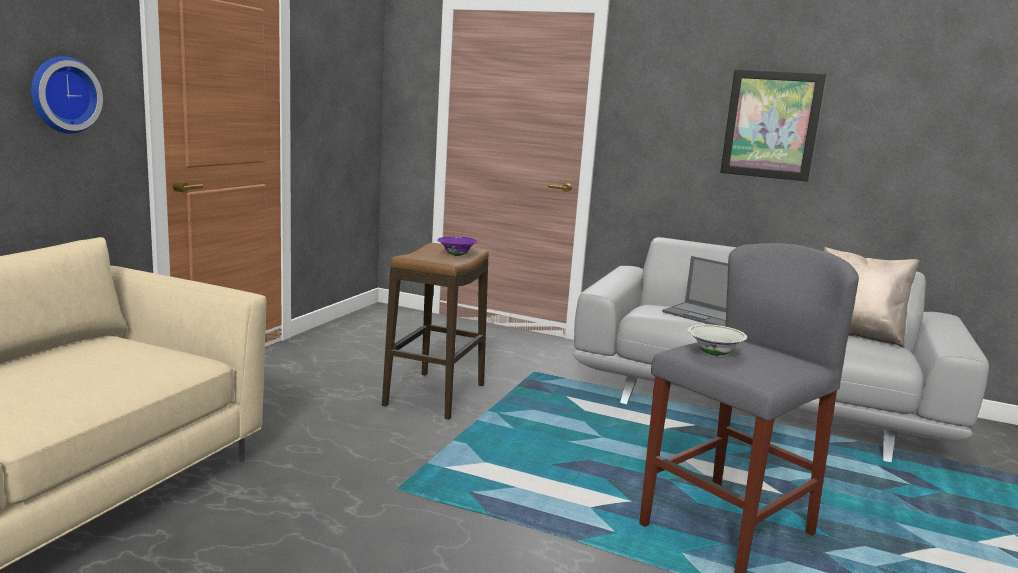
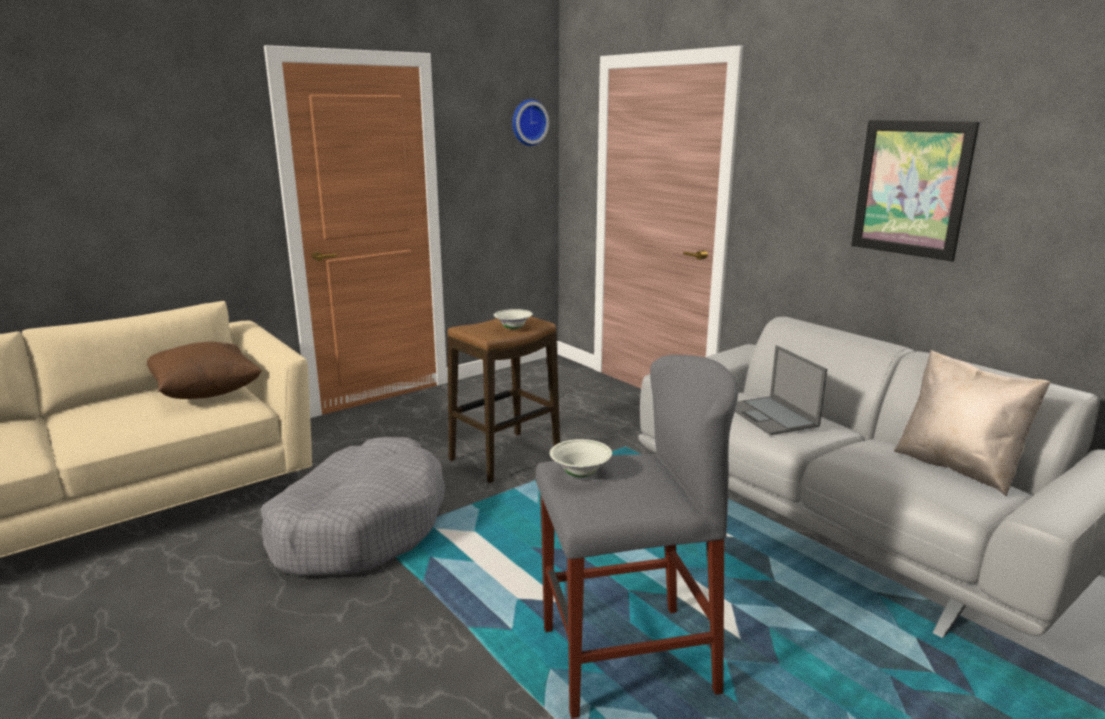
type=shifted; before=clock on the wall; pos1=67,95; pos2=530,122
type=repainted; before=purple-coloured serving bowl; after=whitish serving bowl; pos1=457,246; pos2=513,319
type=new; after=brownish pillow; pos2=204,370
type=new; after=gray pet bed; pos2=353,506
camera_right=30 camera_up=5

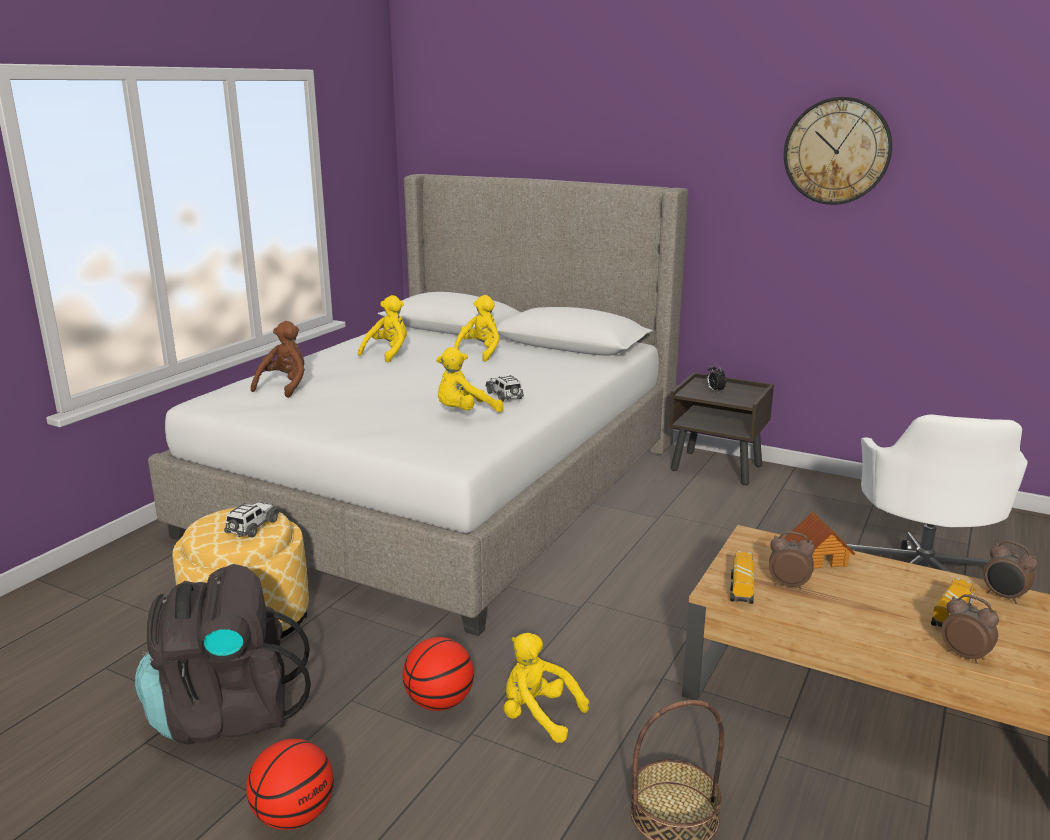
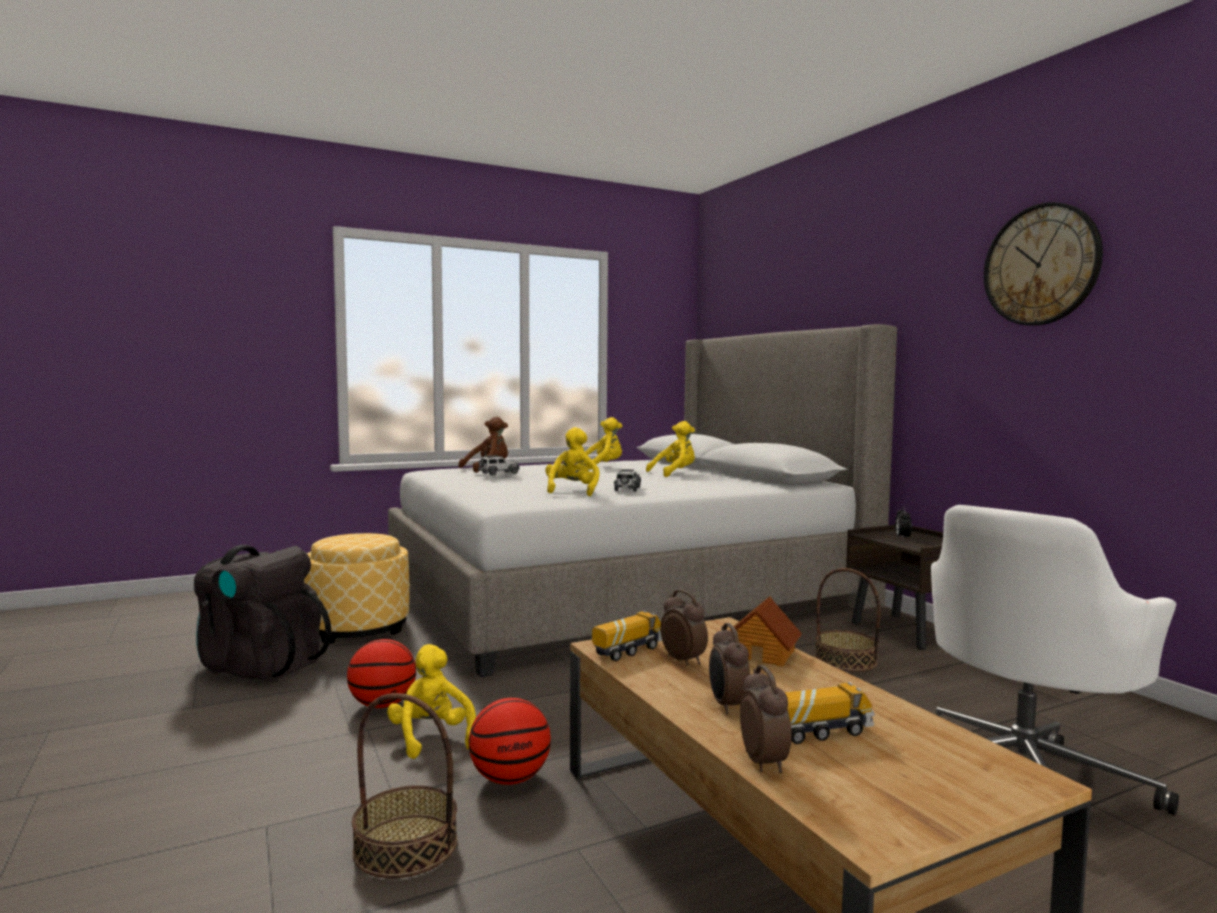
type=rotated; before=yellow-coloured plush toy; pos1=470,379; pos2=572,461; turn=90
type=shifted; before=toy car; pos1=251,519; pos2=499,465
type=shifted; before=alarm clock; pos1=1010,572; pos2=729,668
type=shifted; before=ball for basketball; pos1=290,784; pos2=510,741
type=new; after=household basket; pos2=848,620
camera_right=35 camera_up=-15

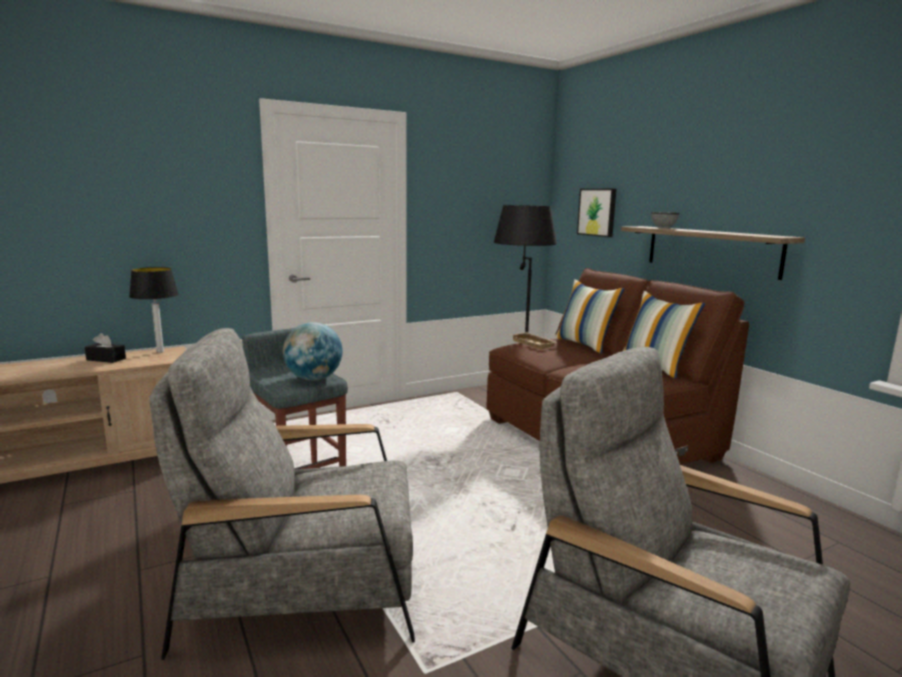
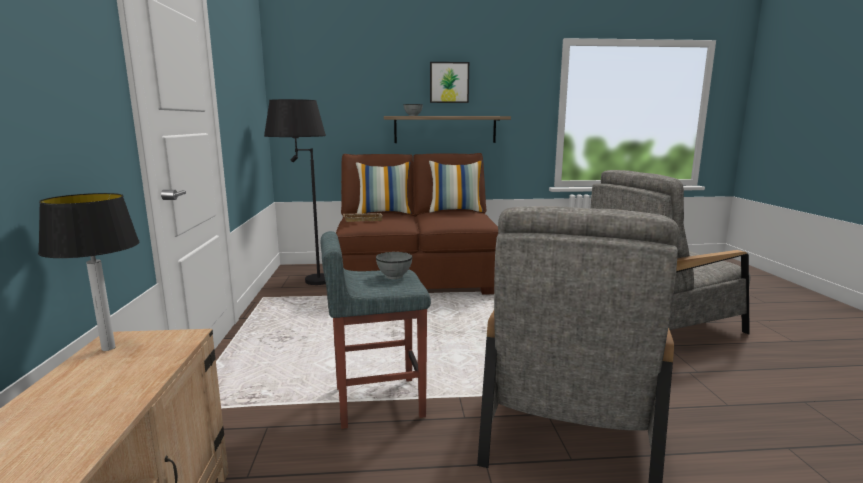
type=shifted; before=picture; pos1=596,213; pos2=449,82
type=swapped; before=globe; after=gray serving bowl; pos1=313,351; pos2=394,265
type=gone; before=blackish tissue box; pos1=105,348
camera_right=-65 camera_up=0

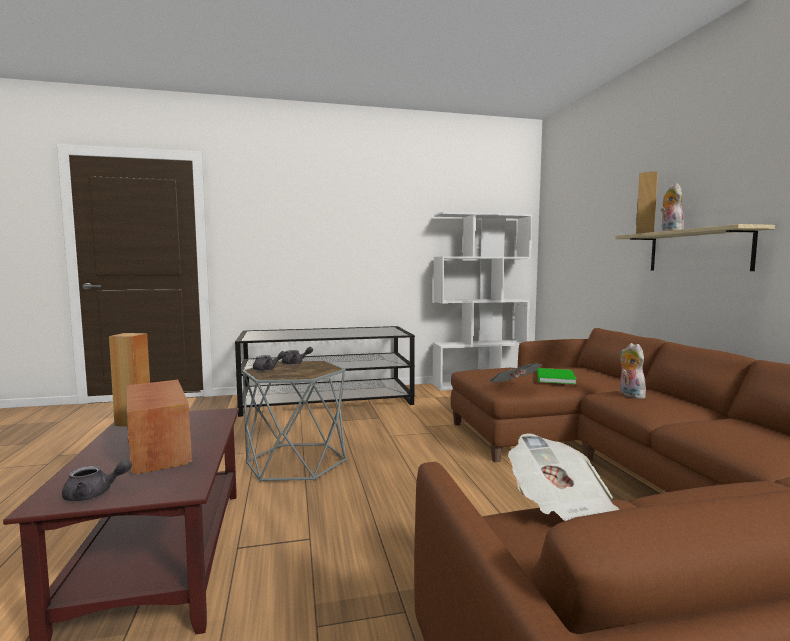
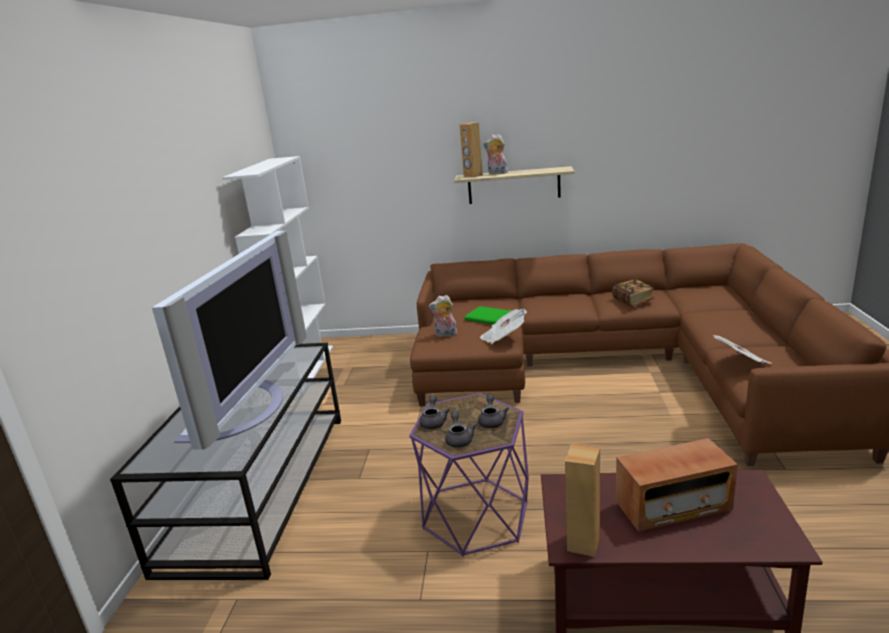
type=shifted; before=plush toy; pos1=632,371; pos2=443,316
type=repainted; before=gray side table; after=purple-coloured side table; pos1=294,421; pos2=469,475
type=shifted; before=gray teapot; pos1=97,480; pos2=493,411
type=new; after=television; pos2=229,340
type=new; after=book; pos2=633,293
camera_right=-70 camera_up=15

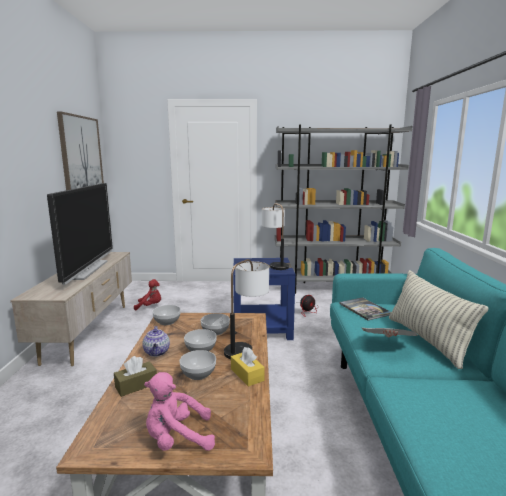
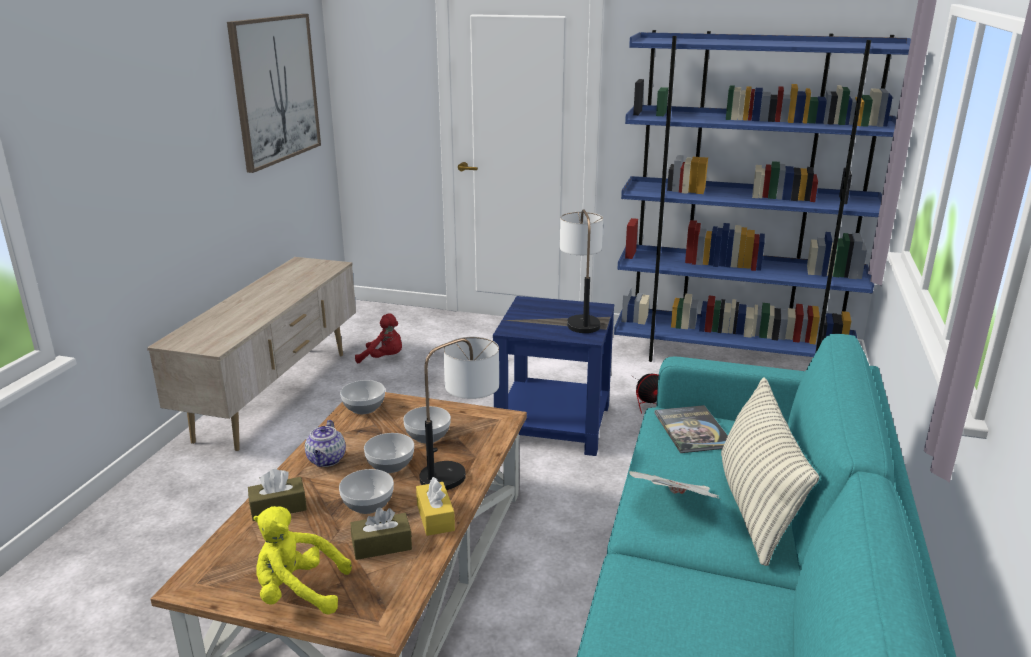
type=repainted; before=gray shelving unit; after=blue-coloured shelving unit; pos1=343,209; pos2=762,196
type=gone; before=television; pos1=80,234
type=repainted; before=pink plush toy; after=yellow-coloured plush toy; pos1=179,411; pos2=302,560
type=new; after=brownish tissue box; pos2=381,533
camera_right=15 camera_up=10

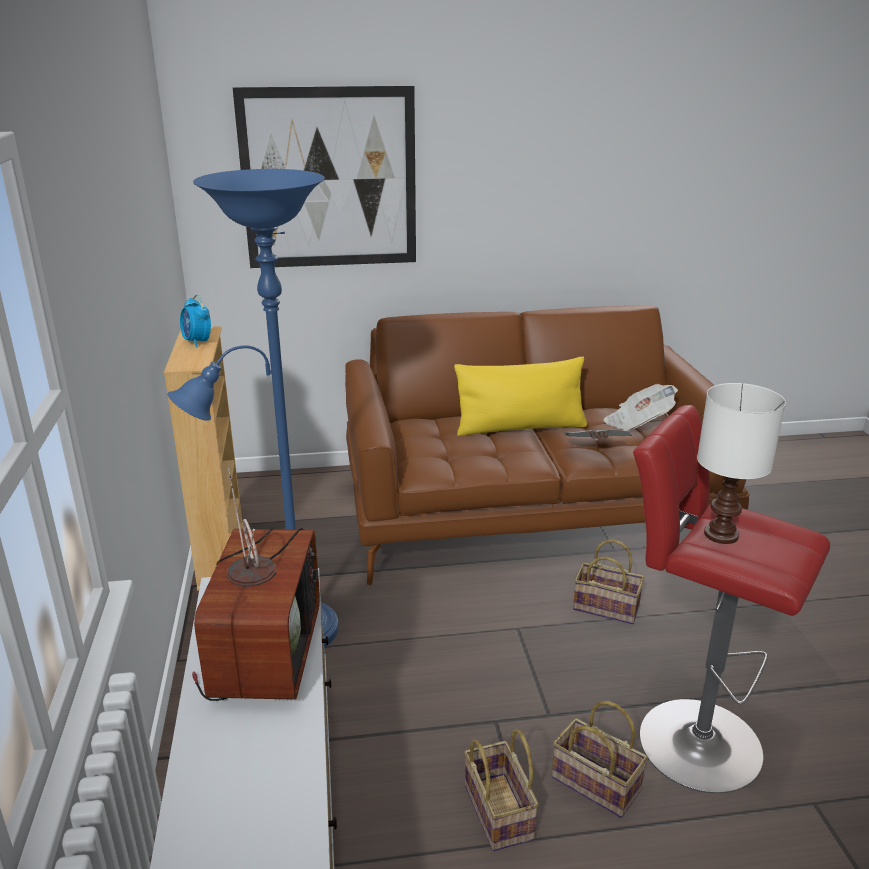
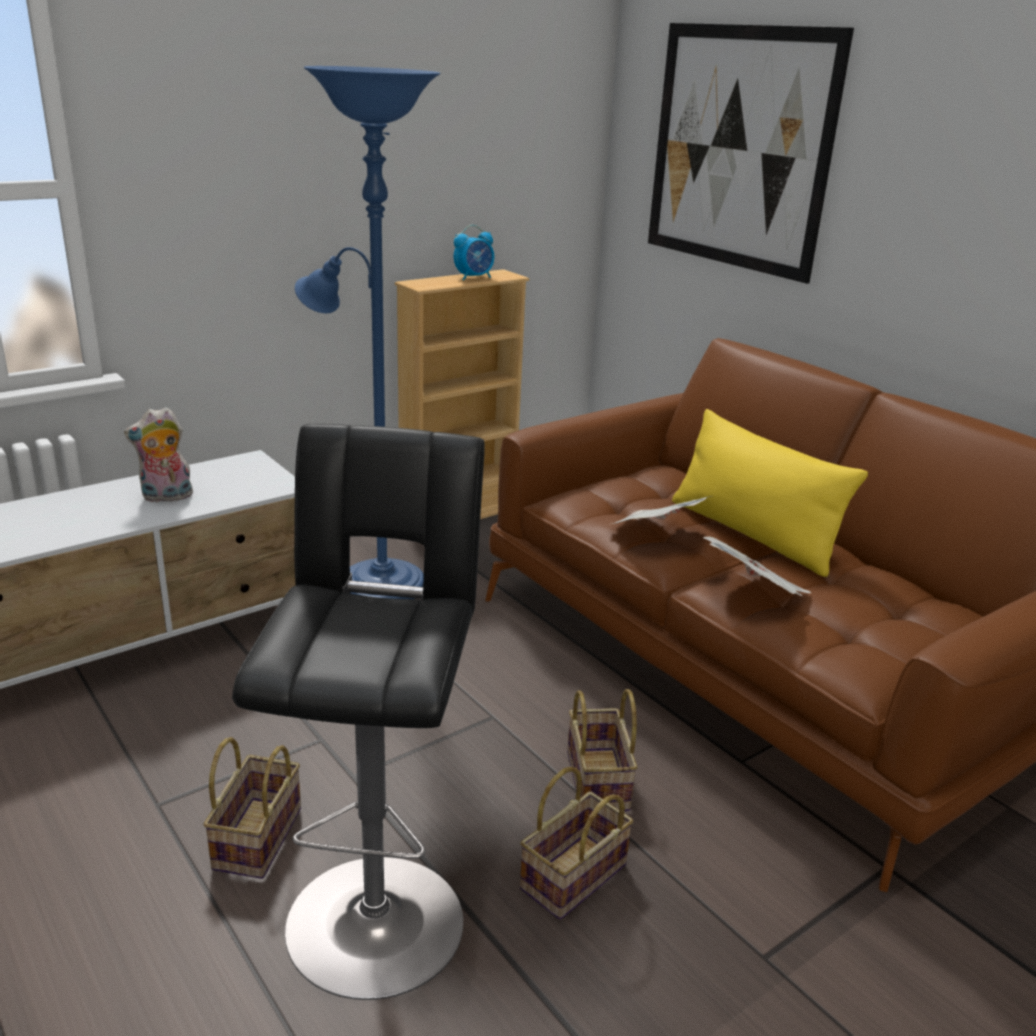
type=rotated; before=alarm clock; pos1=195,321; pos2=474,252; turn=-150
type=gone; before=whitish lamp for a table; pos1=741,463
type=shifted; before=daily paper; pos1=641,407; pos2=659,510
type=repainted; before=reddish stool seat; after=blackish stool seat; pos1=731,599; pos2=358,712
type=swapped; before=television; after=plush toy; pos1=256,584; pos2=158,455
type=shifted; before=household basket; pos1=501,790; pos2=576,843
camera_right=60 camera_up=0

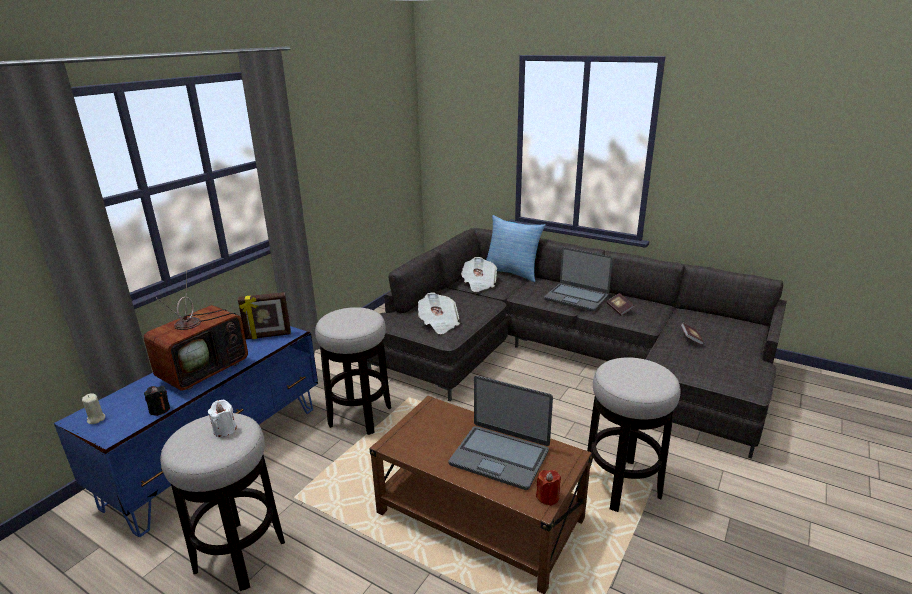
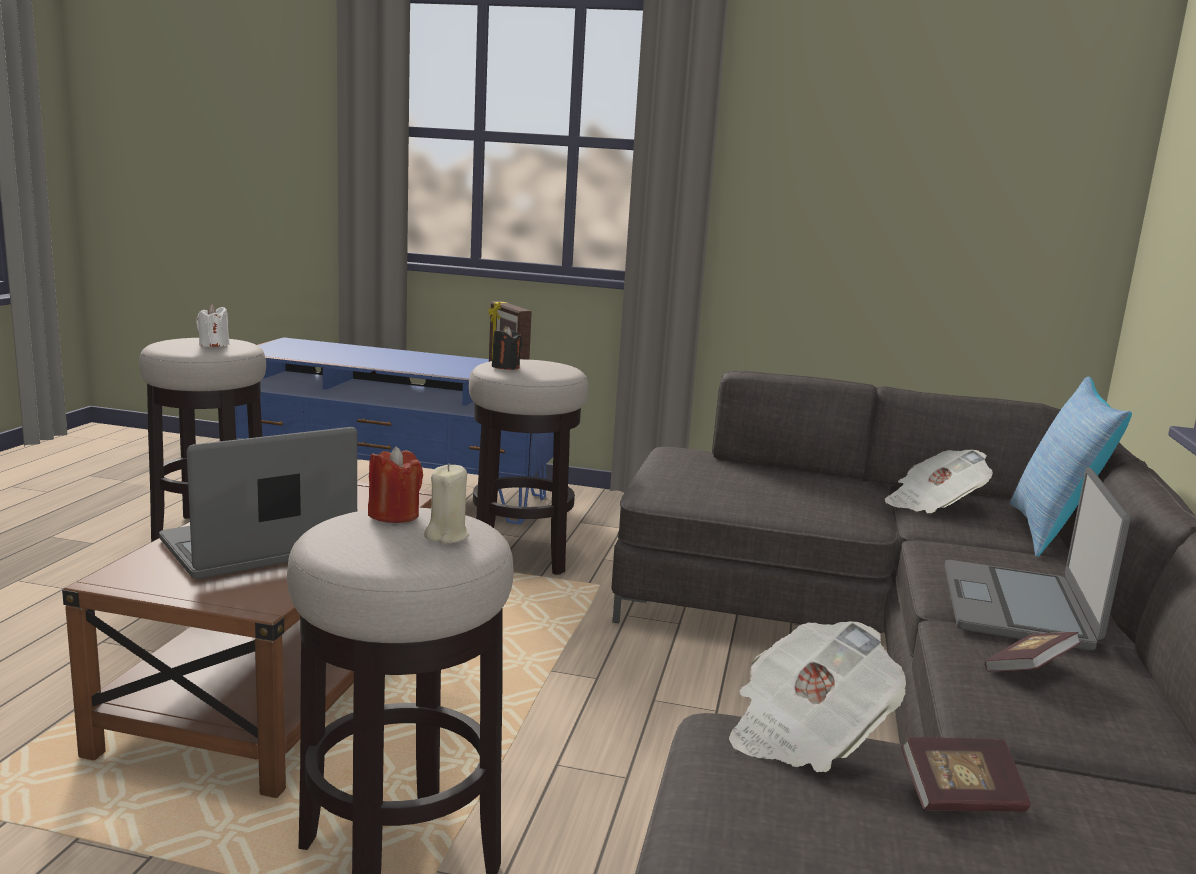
type=gone; before=television; pos1=196,331
type=shifted; before=daily paper; pos1=439,313; pos2=817,696
type=rotated; before=laptop; pos1=501,432; pos2=258,503; turn=45
type=shifted; before=blackish candle; pos1=157,401; pos2=507,348
type=shifted; before=sand-coloured candle; pos1=93,408; pos2=446,504
type=shifted; before=reddish candle; pos1=548,488; pos2=395,485
camera_right=70 camera_up=-10

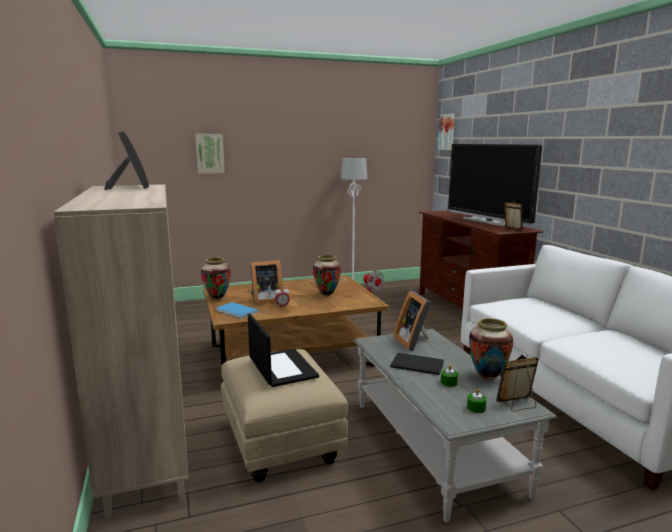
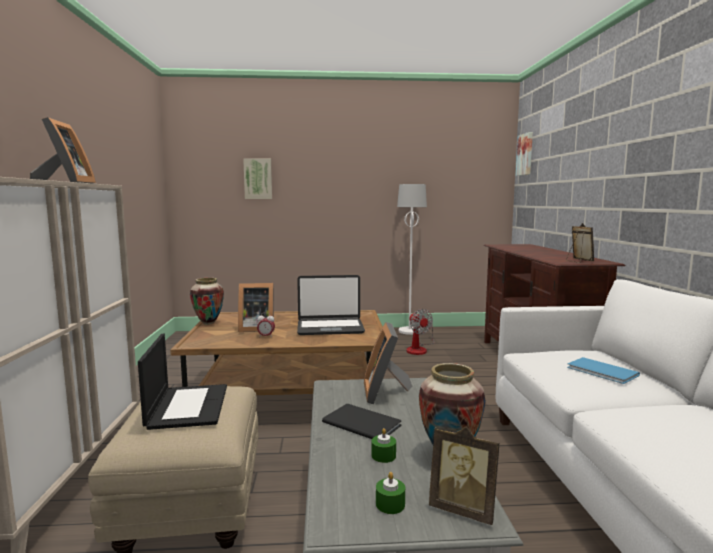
type=gone; before=television; pos1=495,185
type=swapped; before=decorative vase; after=laptop; pos1=327,275; pos2=331,305
type=shifted; before=blue-coloured book; pos1=237,310; pos2=603,370
type=rotated; before=picture frame; pos1=517,383; pos2=464,476; turn=-150
camera_right=15 camera_up=-5

